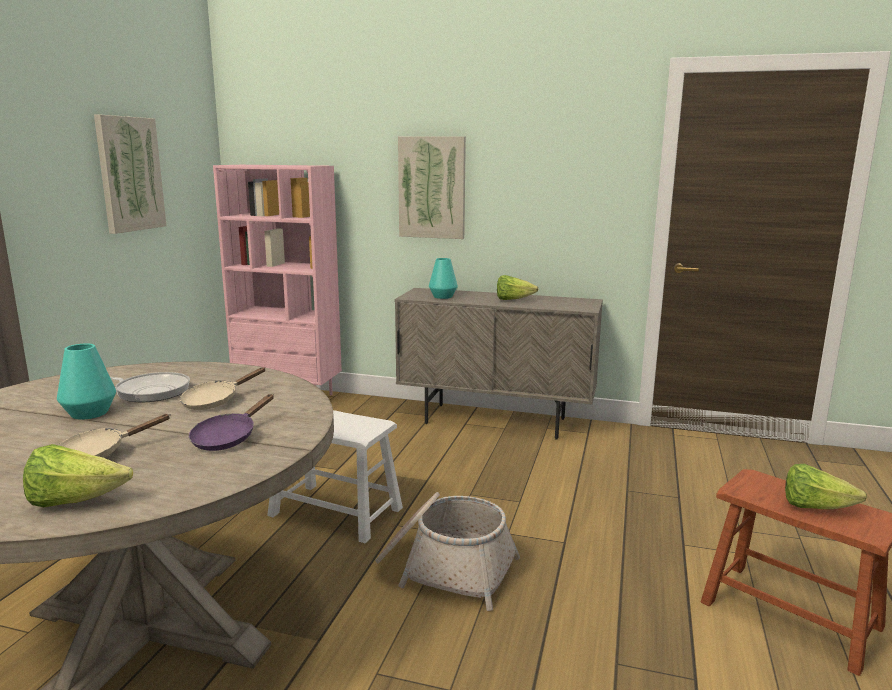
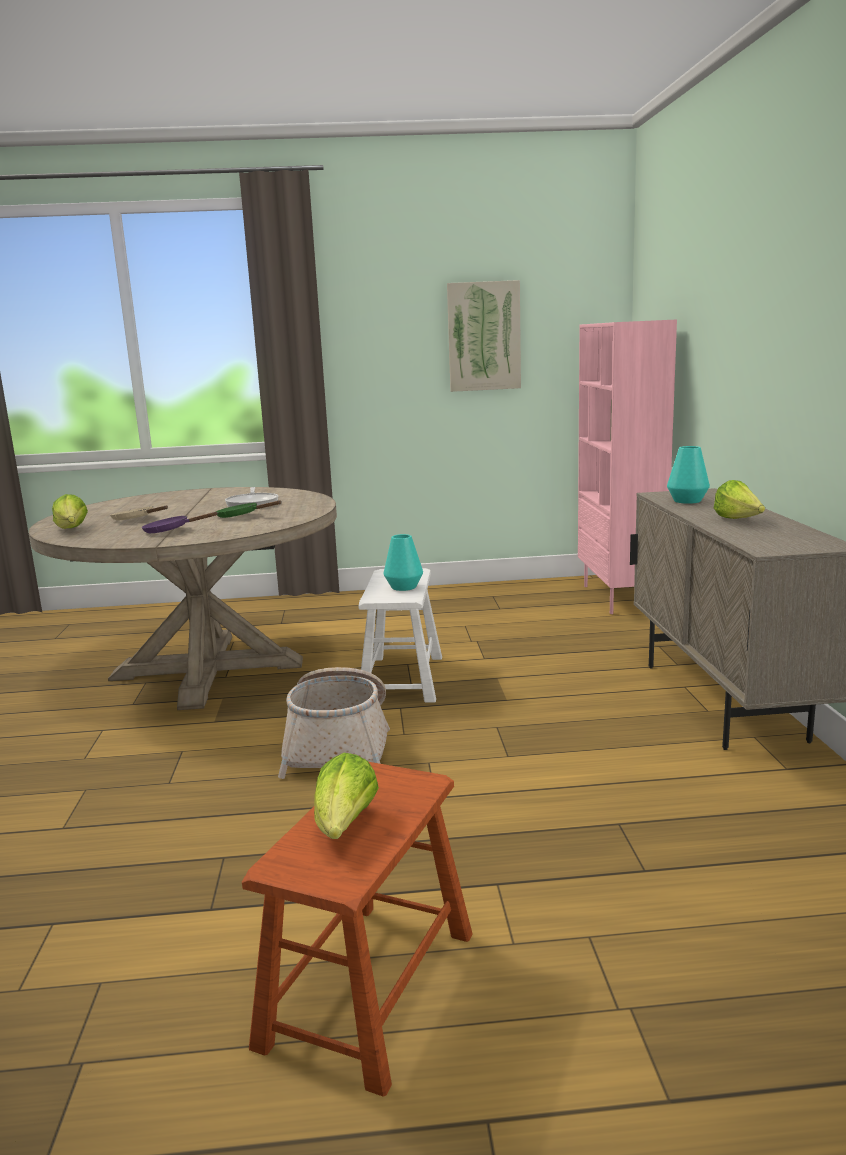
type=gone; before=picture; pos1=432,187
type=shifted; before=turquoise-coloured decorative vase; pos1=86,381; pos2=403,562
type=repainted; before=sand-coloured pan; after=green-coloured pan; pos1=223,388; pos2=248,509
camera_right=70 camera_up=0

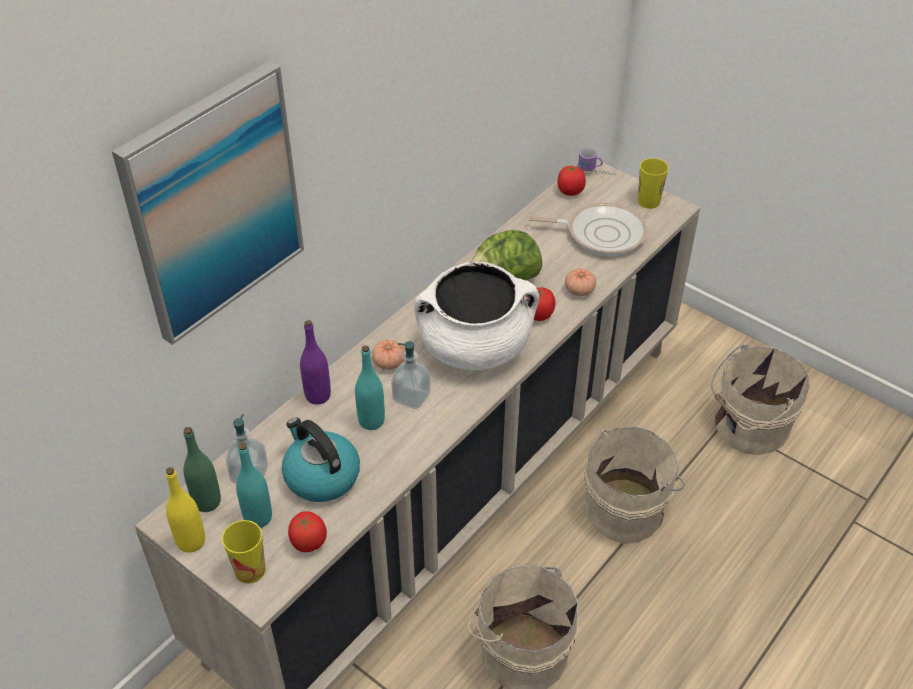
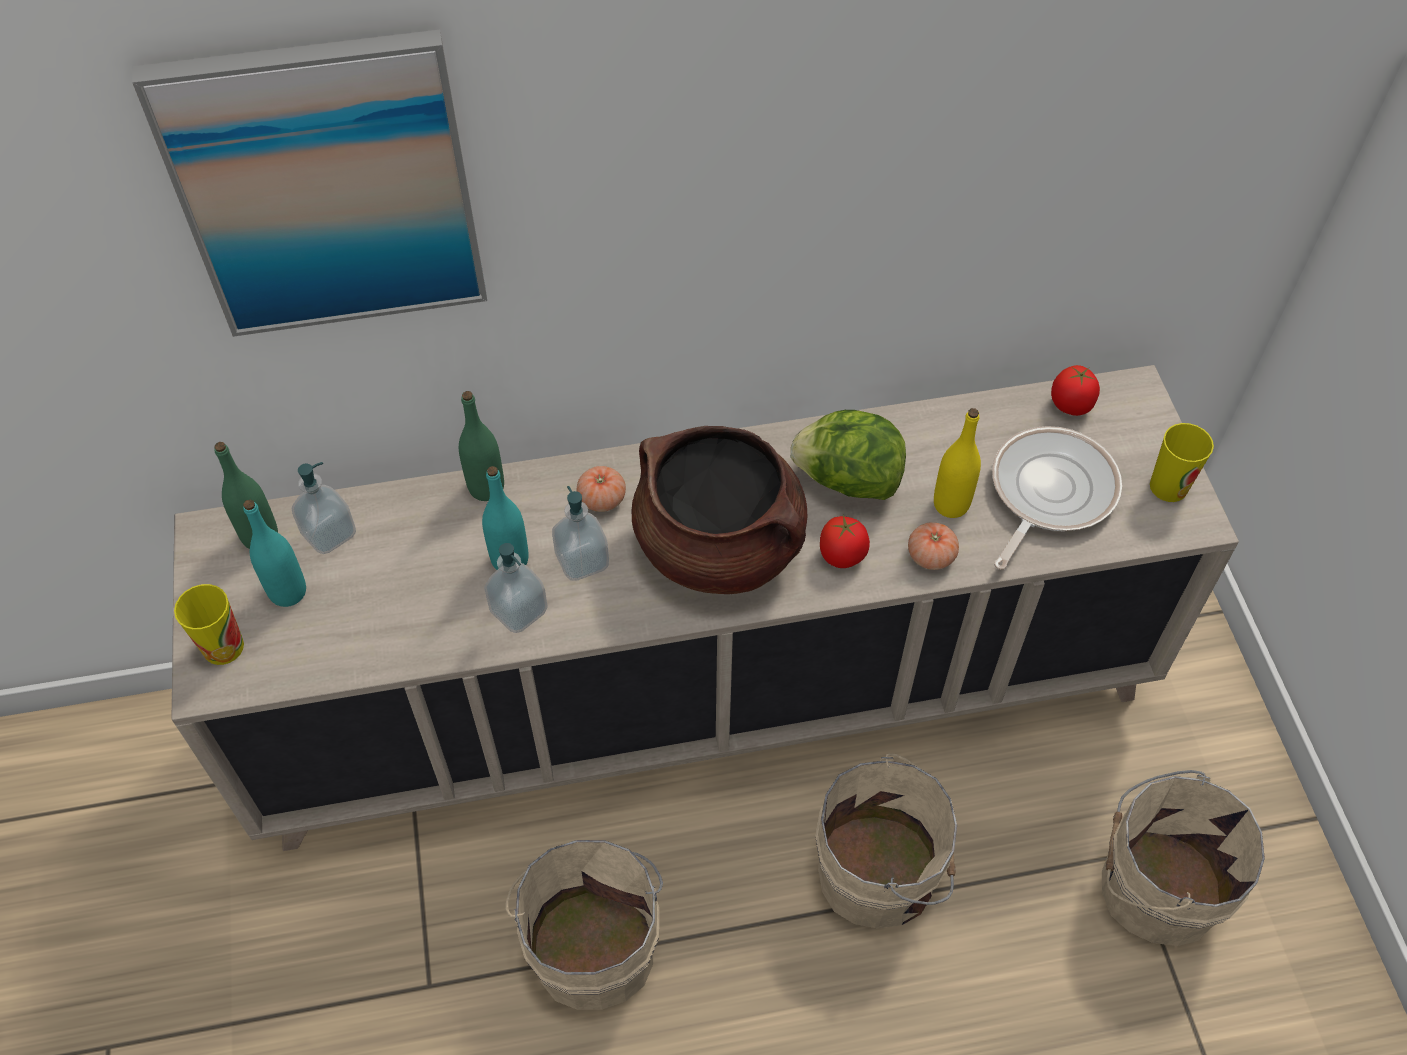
type=gone; before=mug; pos1=596,162
type=rotated; before=pan; pos1=588,229; pos2=1057,498; turn=-105
type=repainted; before=whitish saucepot; after=brownish saucepot; pos1=476,316; pos2=719,510
type=repainted; before=purple-coloured beverage bottle; after=green-coloured beverage bottle; pos1=315,362; pos2=481,446
type=gone; before=tea kettle; pos1=321,460
type=shifted; before=yellow-coloured beverage bottle; pos1=185,510; pos2=957,463
type=gone; before=tomato; pos1=307,531
type=new; after=soap dispenser; pos2=516,588
camera_right=40 camera_up=10

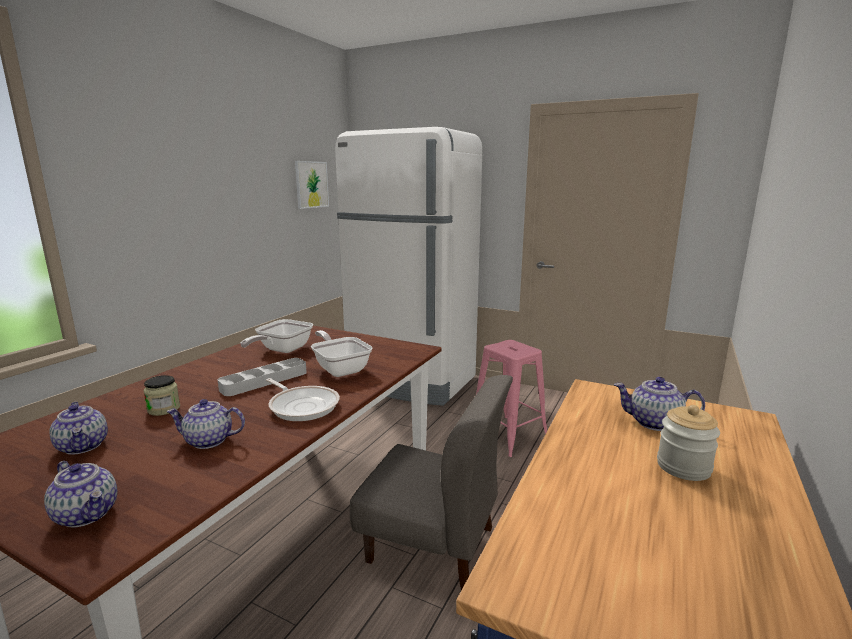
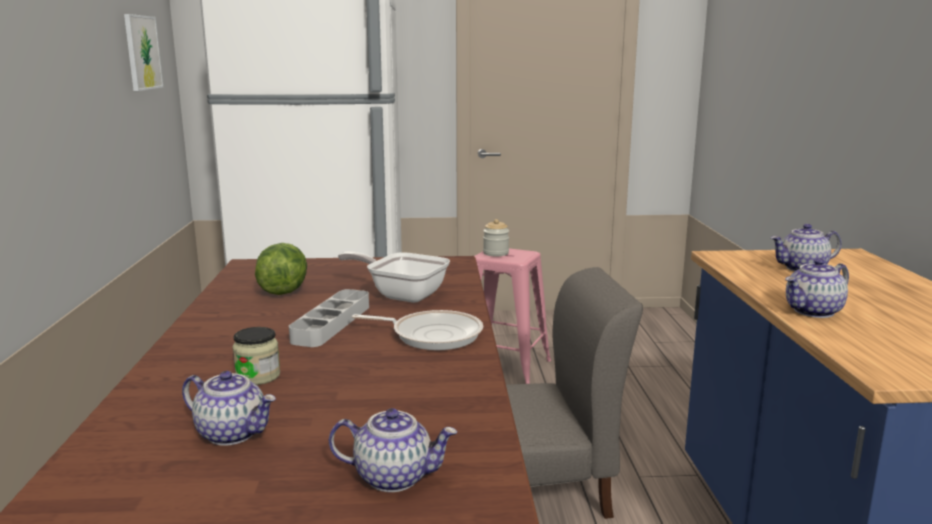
type=swapped; before=pan; after=head of lettuce; pos1=276,336; pos2=281,269
type=shifted; before=teapot; pos1=205,424; pos2=817,288
type=shifted; before=preserve jar; pos1=688,443; pos2=496,238
camera_right=-30 camera_up=0

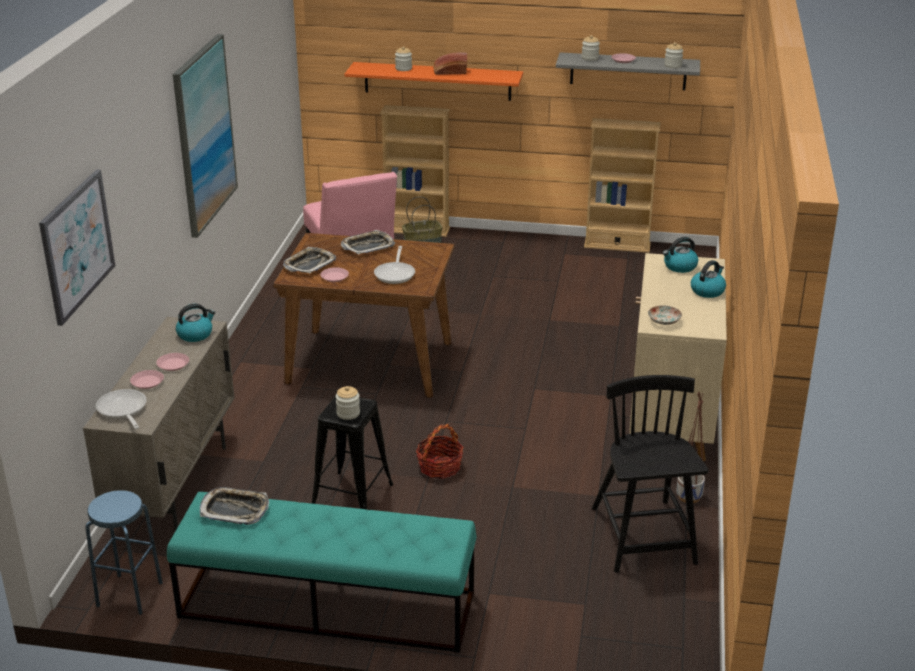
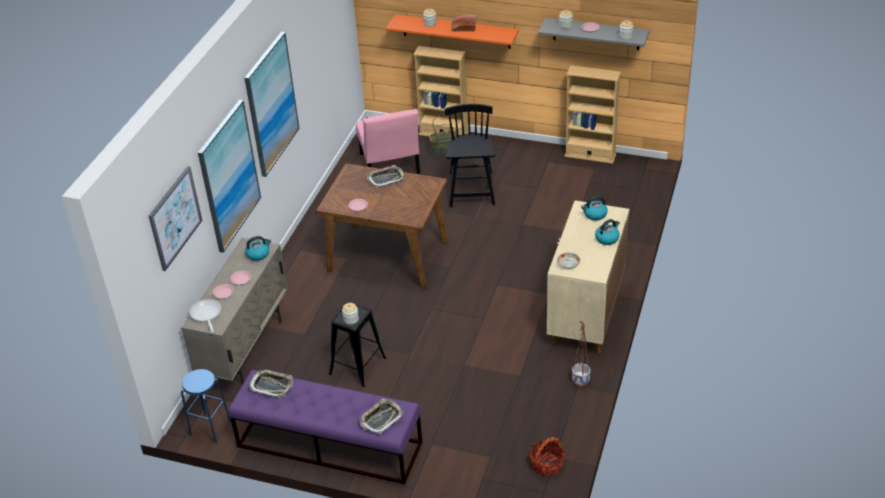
type=gone; before=pan; pos1=394,265
type=shifted; before=carrying tray; pos1=309,260; pos2=381,416
type=shifted; before=blackish plain chair; pos1=650,474; pos2=470,155
type=shifted; before=household basket; pos1=440,451; pos2=547,456
type=repainted; before=turquoise-coloured long seat; after=purple-coloured long seat; pos1=322,572; pos2=325,427
type=new; after=picture; pos2=229,176
camera_right=10 camera_up=10

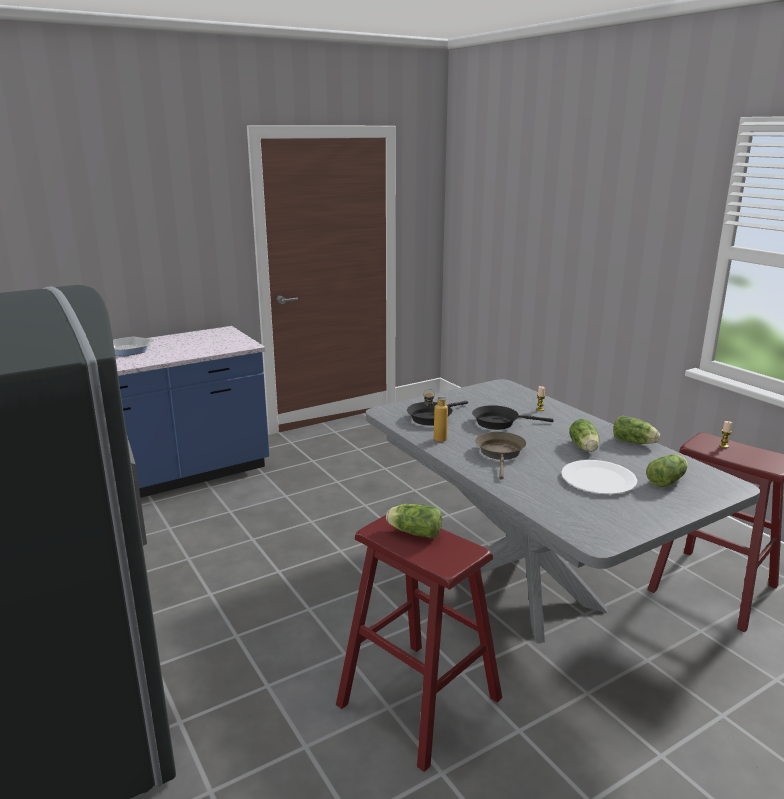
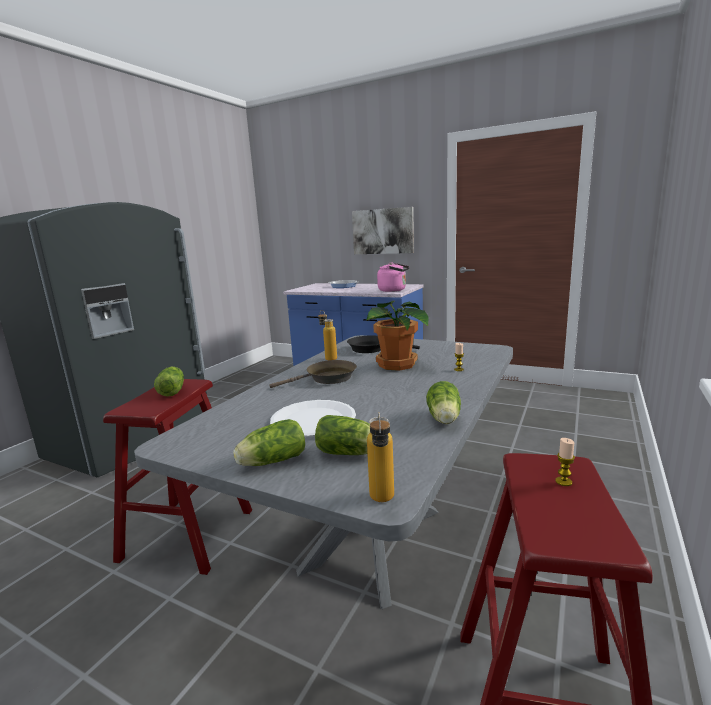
type=swapped; before=blackish pan; after=houseplant; pos1=513,417; pos2=397,336
type=shifted; before=head of lettuce; pos1=584,435; pos2=269,442
type=new; after=picture; pos2=383,230
type=new; after=pink tea kettle; pos2=393,277
type=new; after=beverage bottle; pos2=380,457
camera_right=60 camera_up=-5

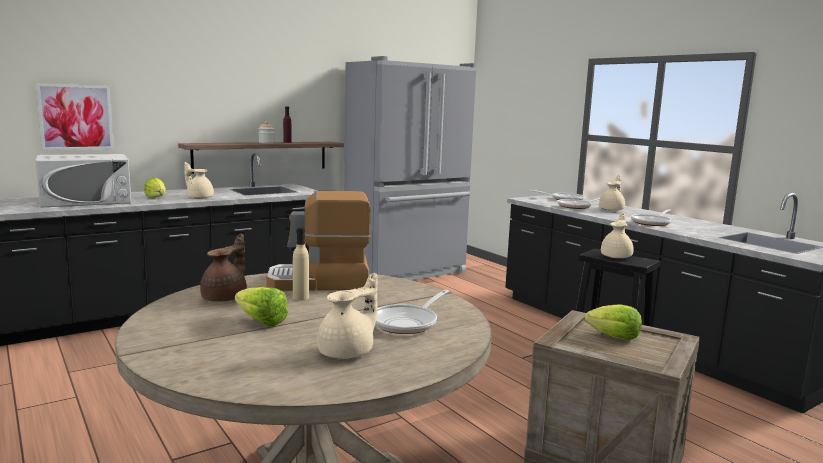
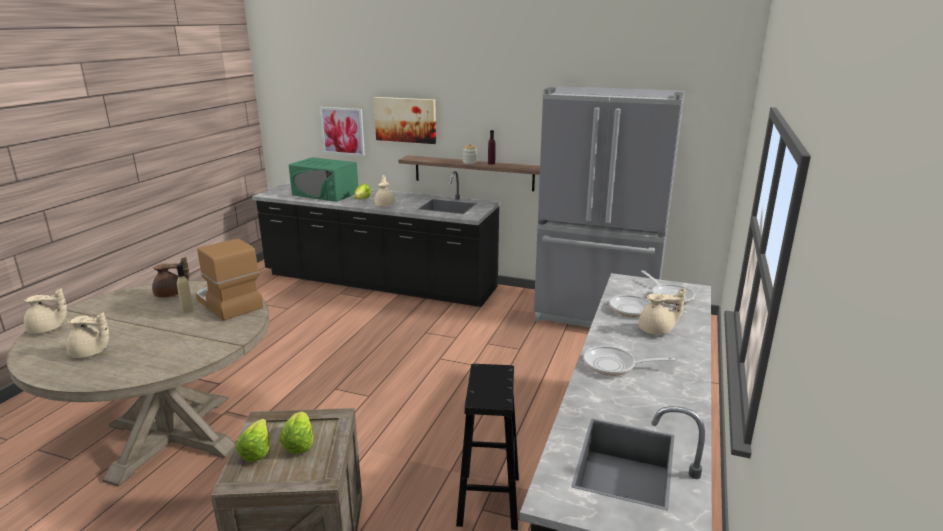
type=repainted; before=whitish microwave; after=green-coloured microwave; pos1=83,181; pos2=323,179
type=shifted; before=sand-coloured teapot; pos1=617,235; pos2=45,311
type=shifted; before=head of lettuce; pos1=261,306; pos2=253,440
type=gone; before=pan; pos1=412,312
type=new; after=picture; pos2=405,120
camera_right=55 camera_up=10

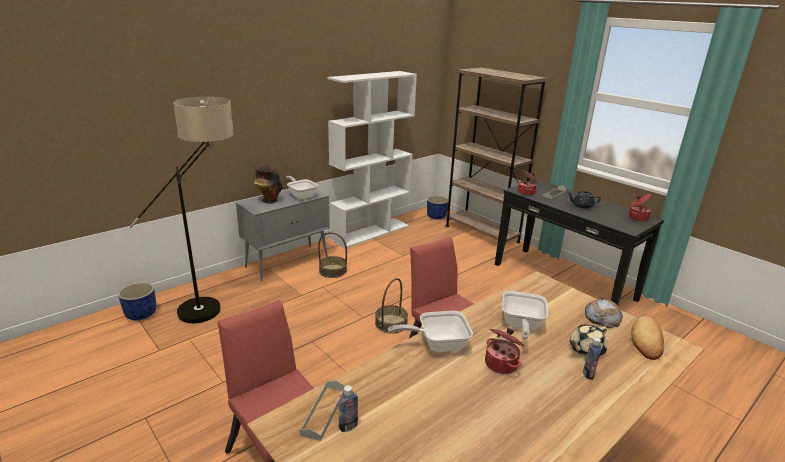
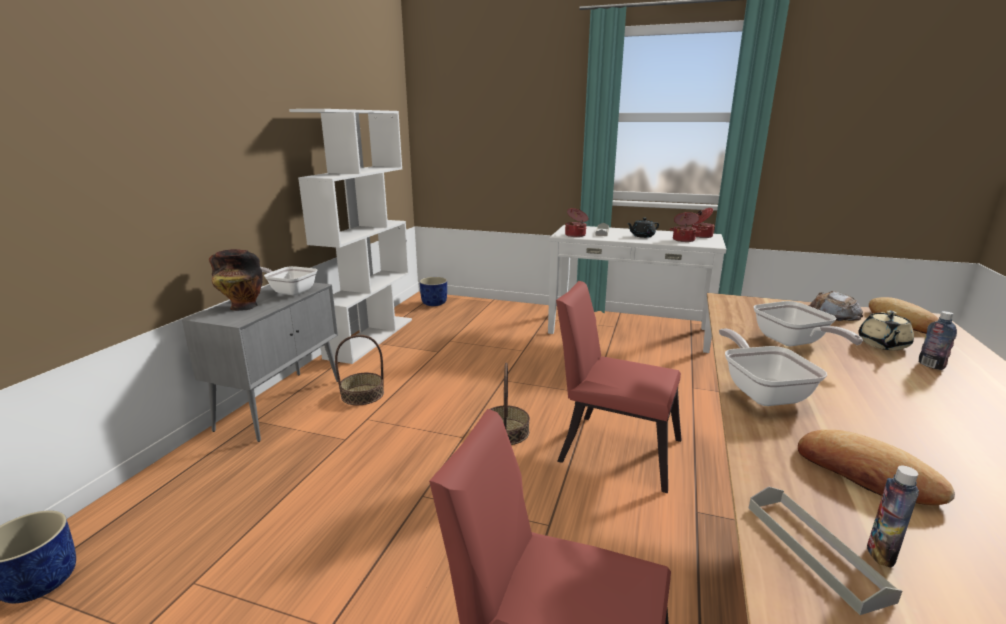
type=gone; before=brownish shelving unit; pos1=496,155
type=gone; before=standard lamp; pos1=181,210
type=repainted; before=blackish console table; after=whitish console table; pos1=579,242; pos2=637,289
type=rotated; before=pan; pos1=430,331; pos2=773,367; turn=120
type=shifted; before=saucepot; pos1=504,351; pos2=685,227
type=new; after=bakery bread; pos2=876,467
camera_right=-30 camera_up=-5

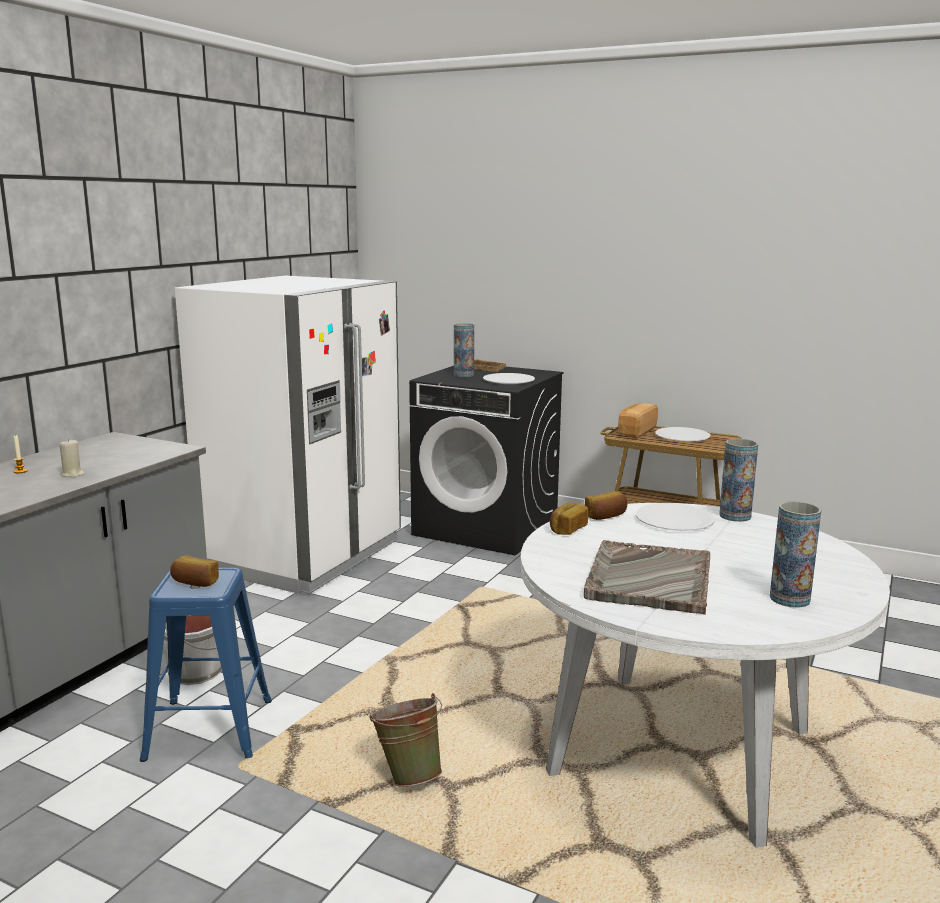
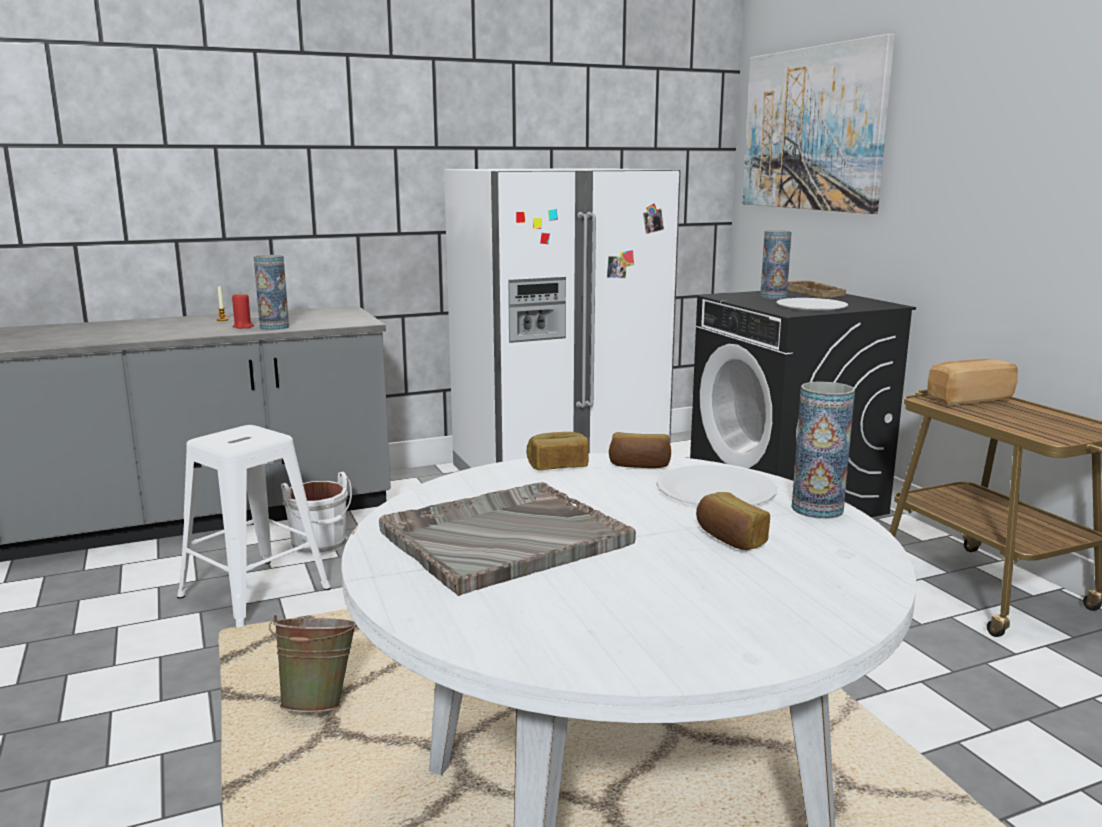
type=gone; before=whitish plate; pos1=683,434
type=repainted; before=sand-coloured candle; after=reddish candle; pos1=72,458; pos2=243,310
type=shifted; before=decorative vase; pos1=795,554; pos2=271,292
type=shifted; before=bakery bread; pos1=194,571; pos2=733,521
type=repainted; before=blue-coloured stool seat; after=whitish stool seat; pos1=206,665; pos2=254,526
type=new; after=picture; pos2=818,124
camera_right=40 camera_up=0

